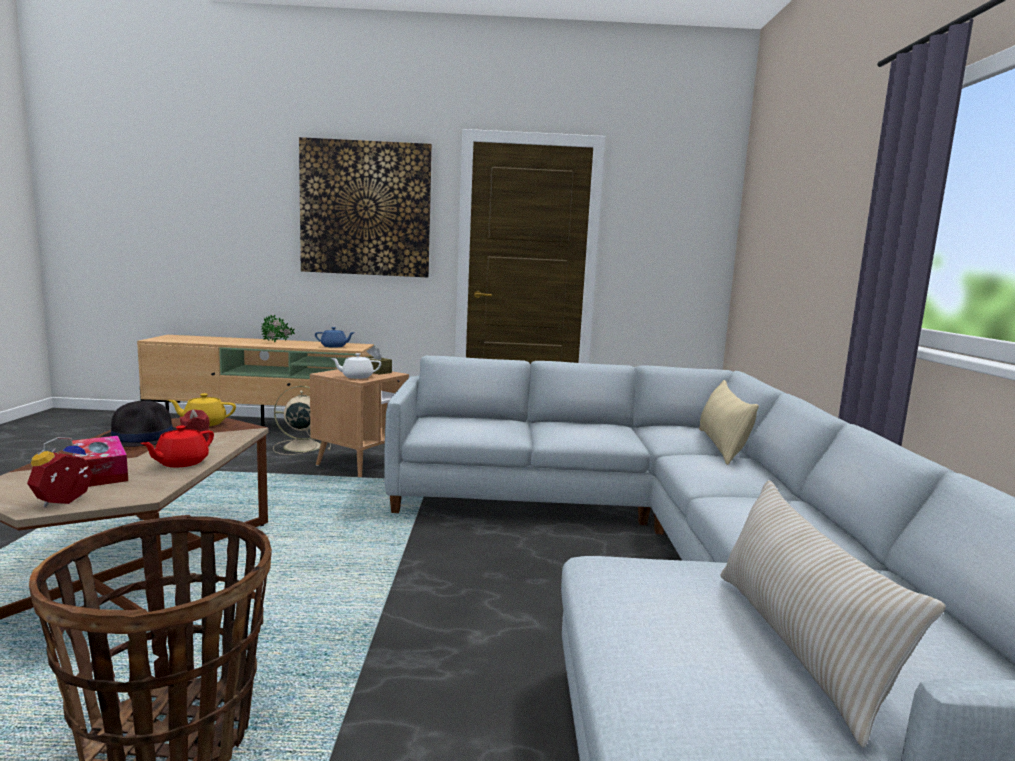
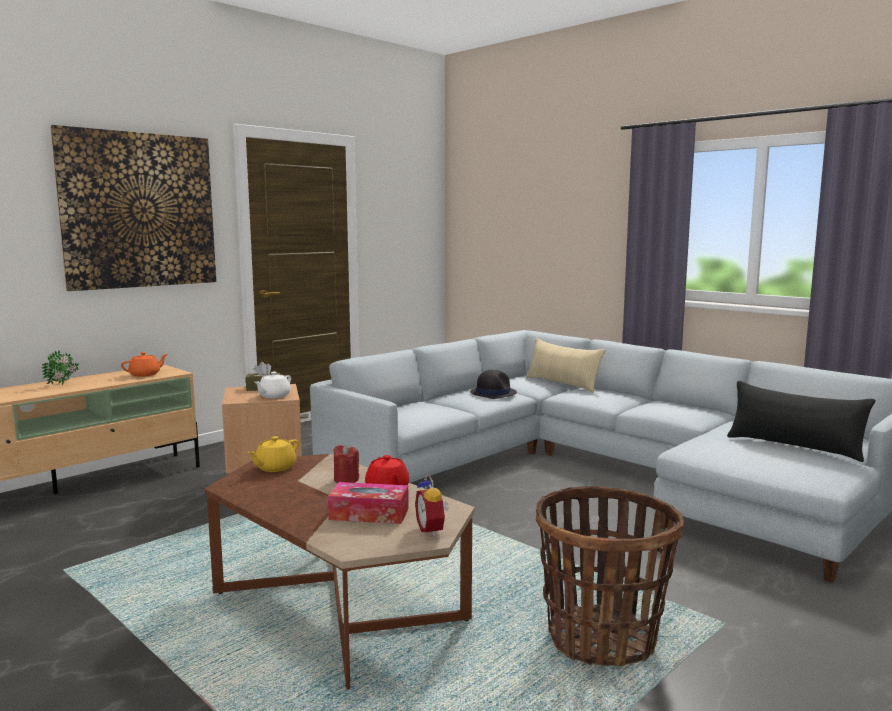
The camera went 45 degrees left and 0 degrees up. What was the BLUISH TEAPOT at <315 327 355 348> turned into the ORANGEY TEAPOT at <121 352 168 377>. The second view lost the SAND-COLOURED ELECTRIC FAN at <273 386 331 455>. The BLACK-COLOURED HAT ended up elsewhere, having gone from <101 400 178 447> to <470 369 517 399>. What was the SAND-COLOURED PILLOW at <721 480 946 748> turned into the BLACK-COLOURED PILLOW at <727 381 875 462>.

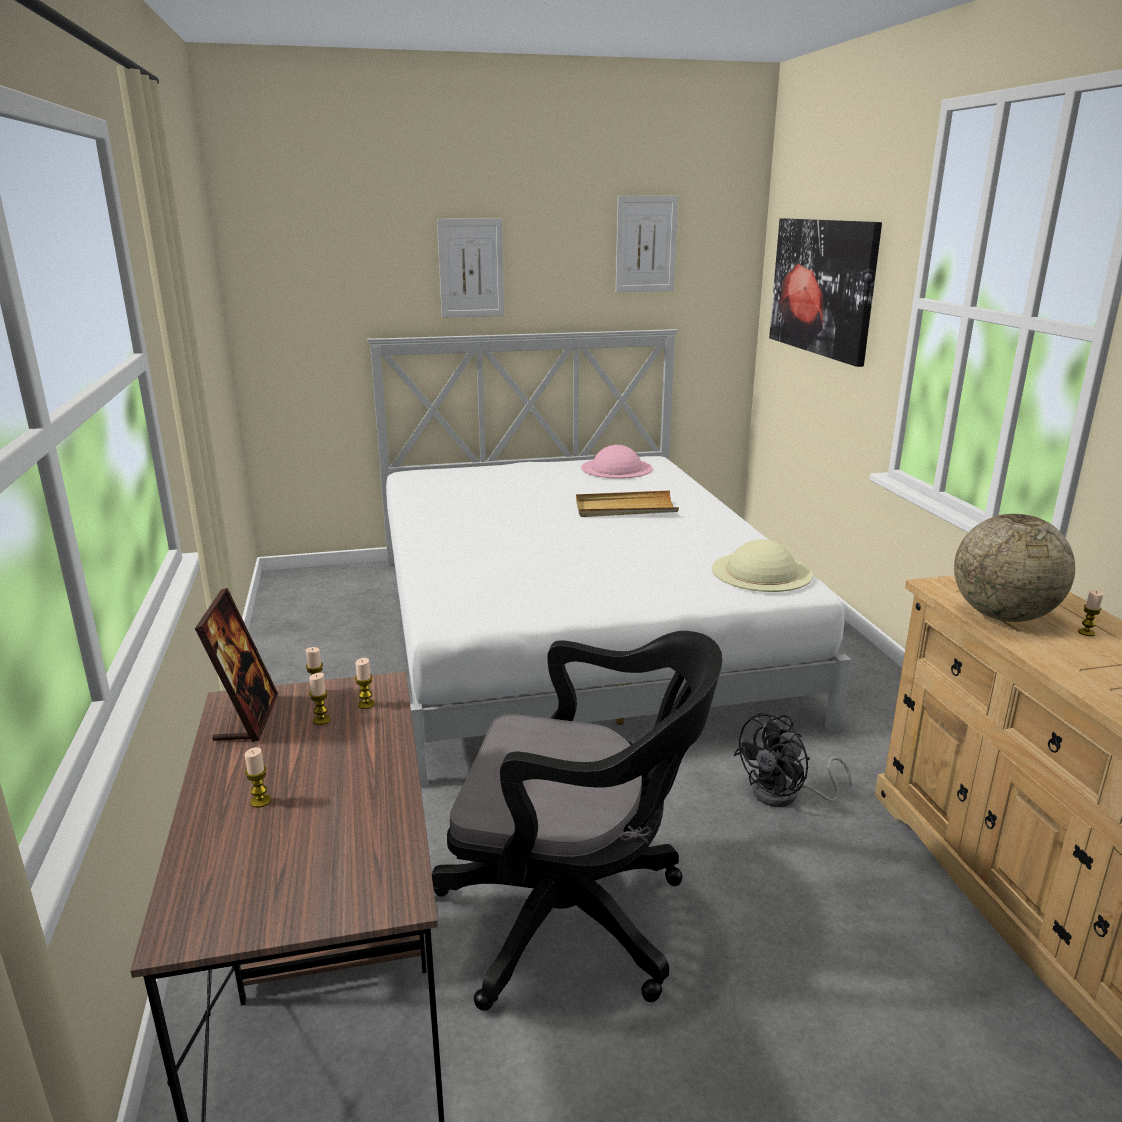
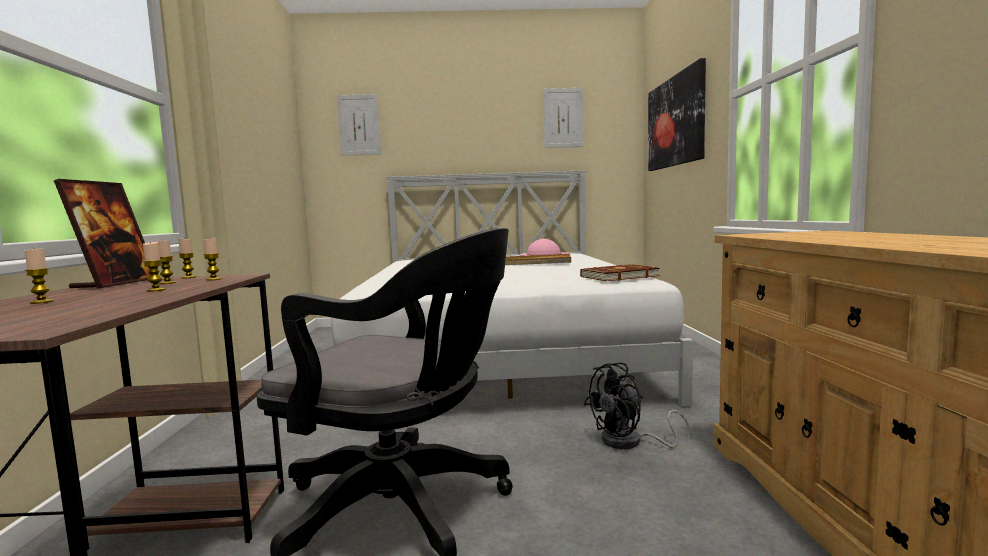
The camera went 10 degrees right and 15 degrees down. The PICTURE ended up elsewhere, having gone from <437 219 504 318> to <337 94 381 156>. The second view lost the GLOBE at <954 514 1075 622>. Where the SAND-COLOURED HAT stood at <712 539 813 592>, the BROWN-COLOURED VOLUME came to stand at <580 264 660 281>. The WAX LIGHT ended up elsewhere, having gone from <1078 589 1103 636> to <143 242 166 292>.

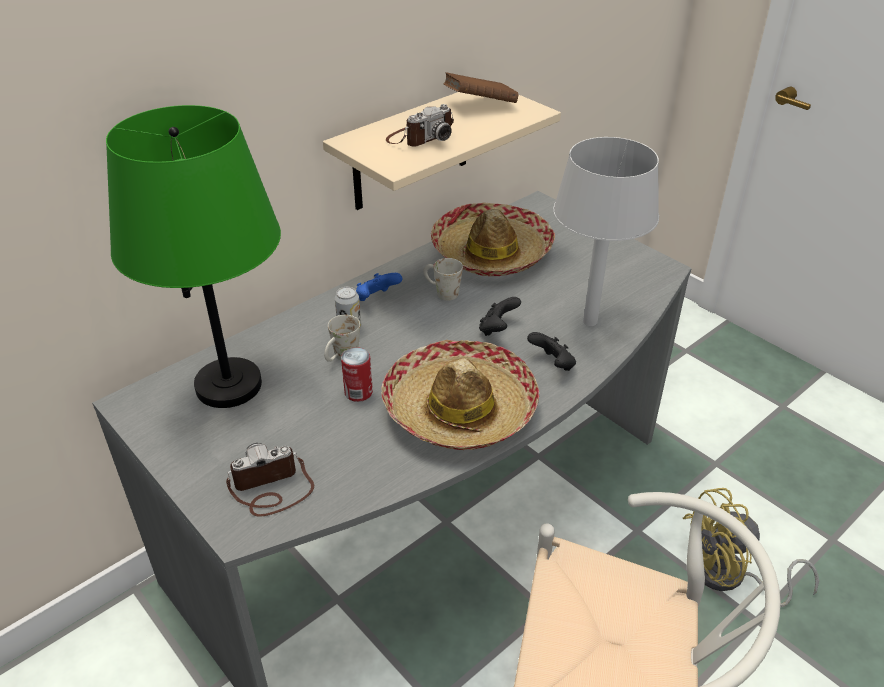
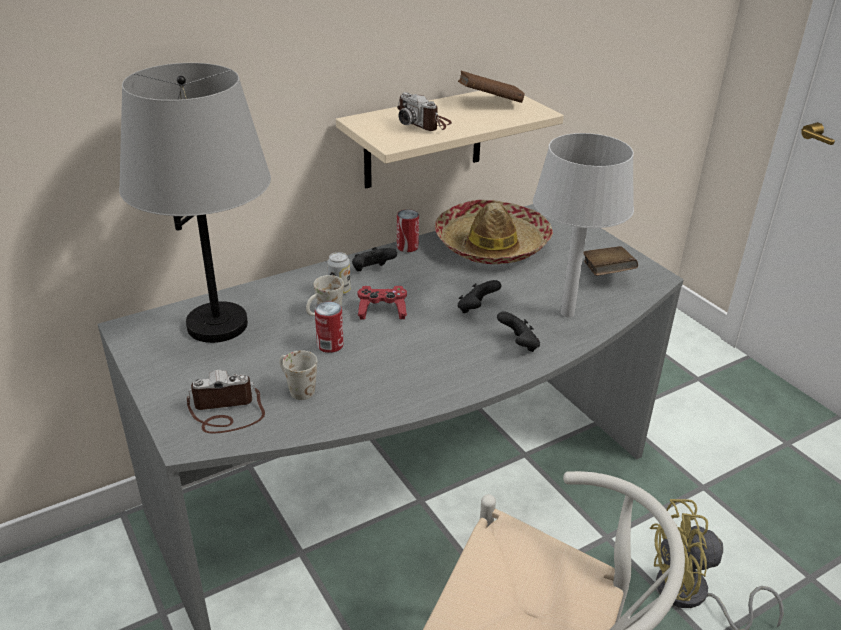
The camera went 10 degrees right and 5 degrees down. The PHOTO CAMERA at <386 104 454 147> ended up facing another way, 75 degrees clockwise from before. What was the GREEN-COLOURED LAMP FOR A TABLE at <106 105 281 408> turned into the GREYISH LAMP FOR A TABLE at <119 63 271 343>. The WHITISH TEA MUG ended up elsewhere, having gone from <423 258 463 301> to <279 350 317 400>. What was the BLUISH GAMEPAD at <356 273 402 301> turned into the BLACK-COLOURED GAMEPAD at <352 247 397 271>. The second view lost the HAT at <381 340 539 450>. The second view gained the CAN at <397 209 419 252>. The second view gained the BROWN-COLOURED VOLUME at <583 246 638 276>. The second view gained the REDDISH GAMEPAD at <358 286 407 319>.

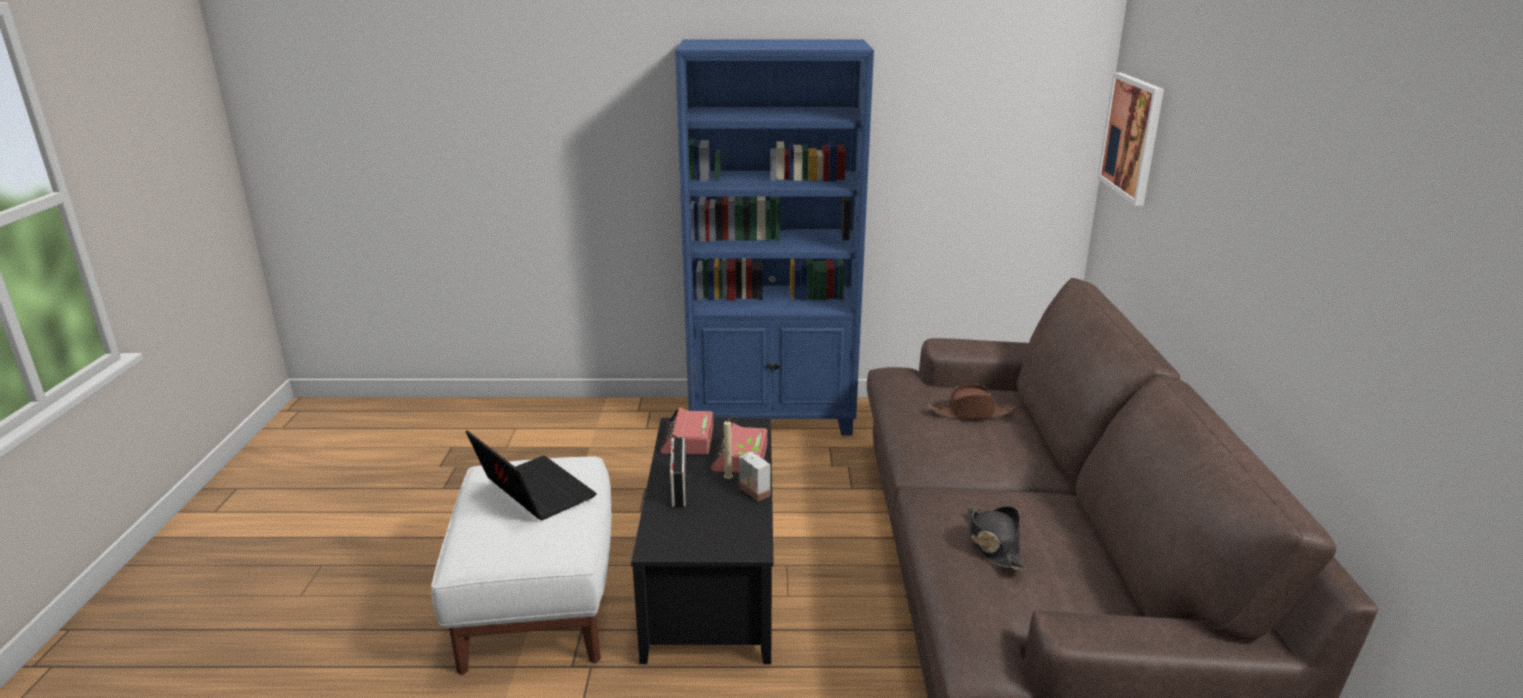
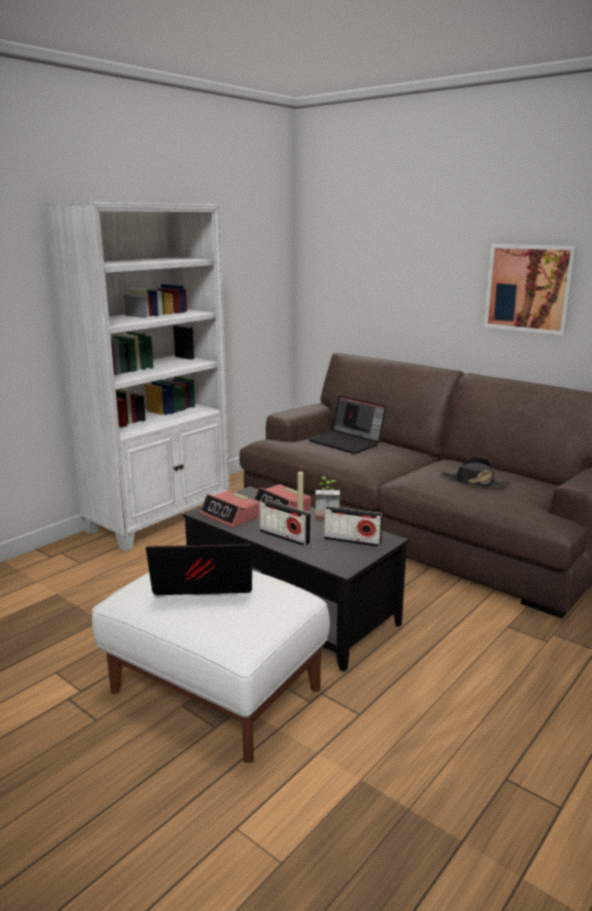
The camera went 50 degrees left and 5 degrees down. What was the BLUISH BOOKCASE at <675 40 874 436> turned into the WHITISH BOOKCASE at <44 202 230 551>. The PICTURE ended up elsewhere, having gone from <1097 73 1164 206> to <484 244 577 335>. Where the BROWN-COLOURED HAT stood at <928 384 1016 419>, the NOTEBOOK COMPUTER came to stand at <309 395 386 454>. The second view gained the RADIO SET at <324 506 383 547>.

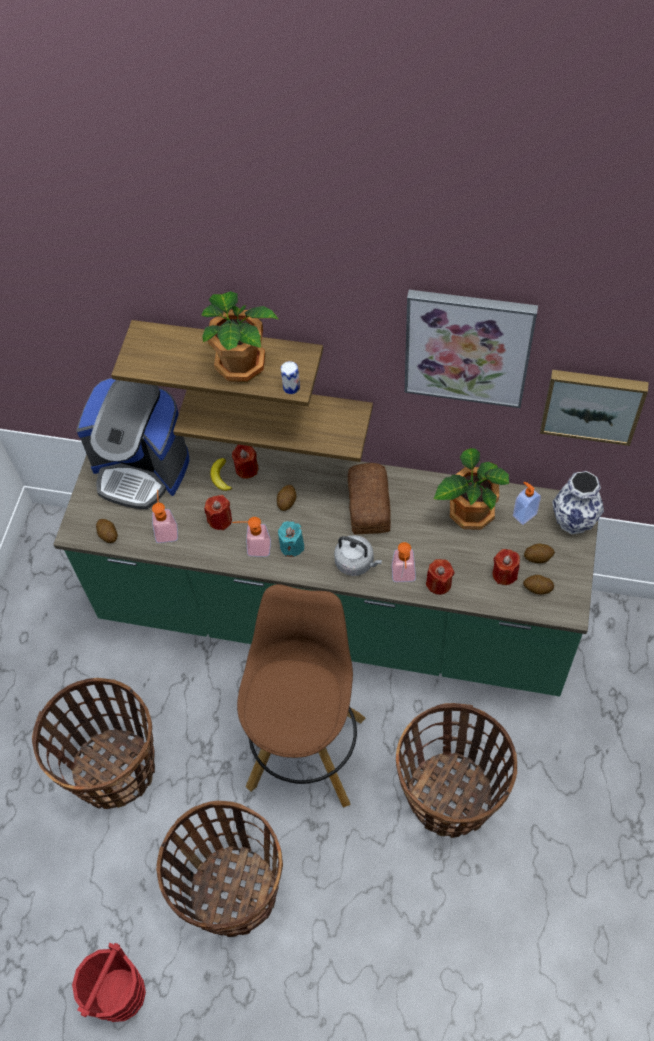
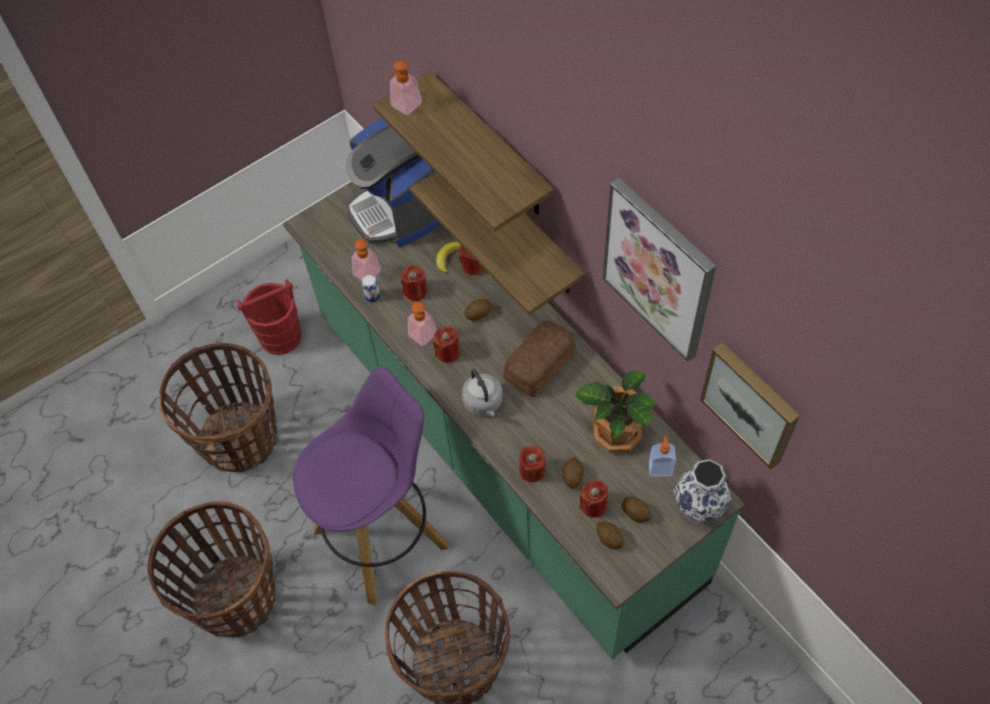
The camera went 40 degrees right and 0 degrees up. The second view lost the POTTED PLANT at <201 291 278 382>. The CAN ended up elsewhere, having gone from <281 361 300 394> to <361 275 380 303>. The SPUD ended up elsewhere, having gone from <96 519 118 543> to <562 458 584 489>. What was the TURQUOISE-COLOURED WAX LIGHT at <278 521 304 557> turned into the REDDISH WAX LIGHT at <433 326 460 363>. The LIQUID SOAP BOTTLE ended up elsewhere, having gone from <392 542 416 582> to <385 60 422 115>. What was the BROWN-COLOURED STOOL at <237 584 366 808> turned into the PURPLISH STOOL at <293 366 449 605>. The REDDISH WATER BUCKET ended up elsewhere, having gone from <72 942 146 1022> to <236 279 302 355>.

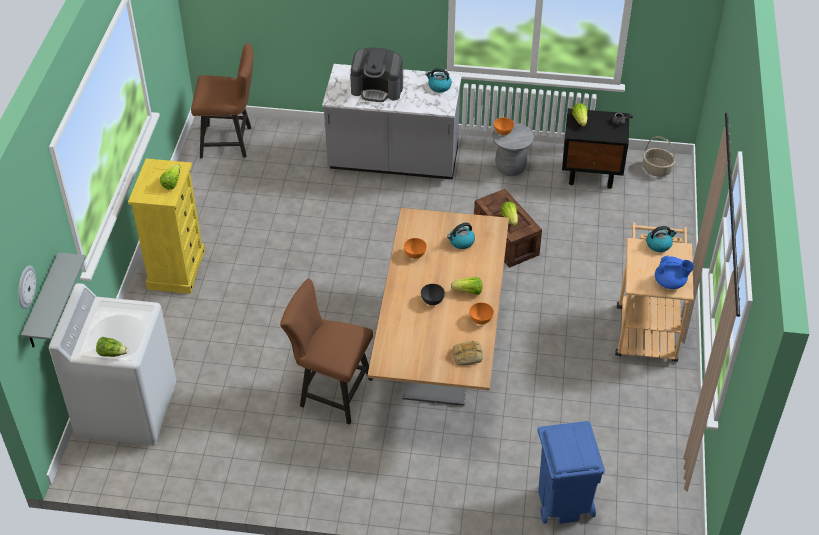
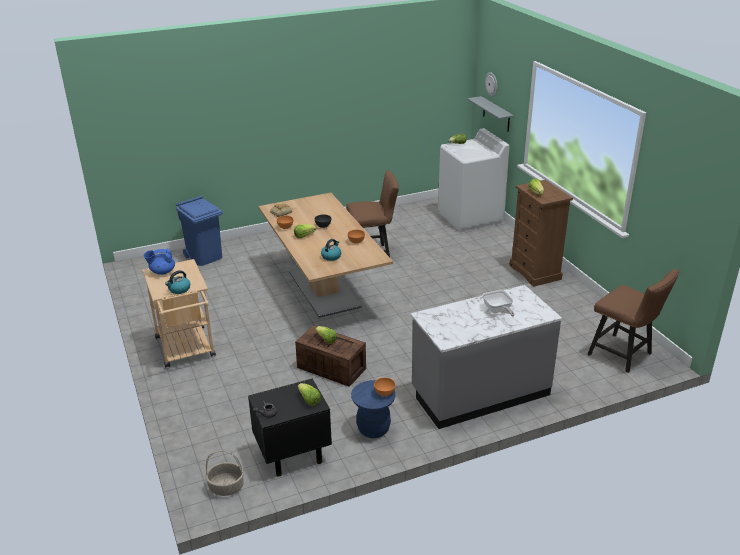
The camera went 150 degrees right and 15 degrees down. The BROWN-COLOURED PLAIN CHAIR at <191 43 253 158> ended up facing another way, 105 degrees counterclockwise from before. Where the COFFEE MACHINE stood at <350 47 403 102>, the FRYING PAN came to stand at <482 290 515 316>. The second view lost the TEA KETTLE at <425 68 452 93>. What was the GREYISH STOOL at <492 123 534 176> turned into the BLUISH STOOL at <351 380 396 438>. What was the YELLOW DRESSER at <128 158 205 294> turned into the BROWN-COLOURED DRESSER at <509 180 573 287>.

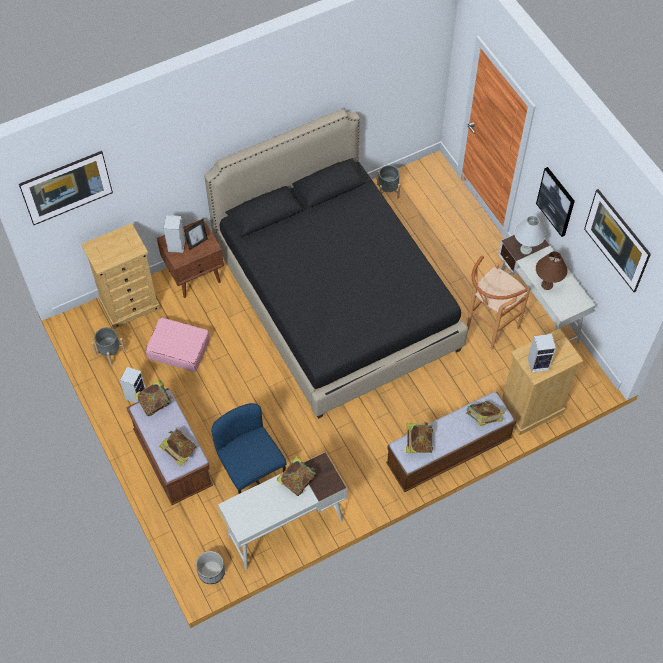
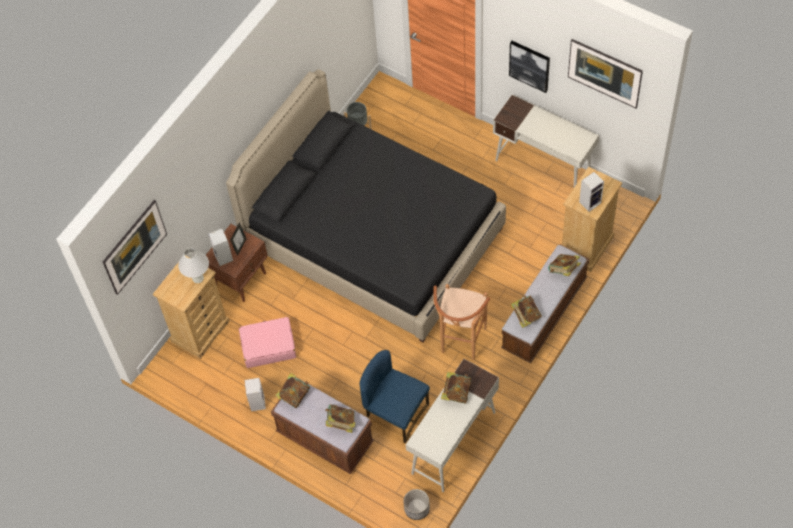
The camera went 25 degrees left and 0 degrees up. The WHITISH LAMP FOR A TABLE ended up elsewhere, having gone from <514 216 546 255> to <178 248 209 283>. The second view lost the BROWN-COLOURED LAMP FOR A TABLE at <536 251 568 290>. The BROWN-COLOURED STOOL ended up elsewhere, having gone from <467 255 530 349> to <433 284 490 360>. The second view lost the GREYISH FLOWER POT at <91 327 126 366>.

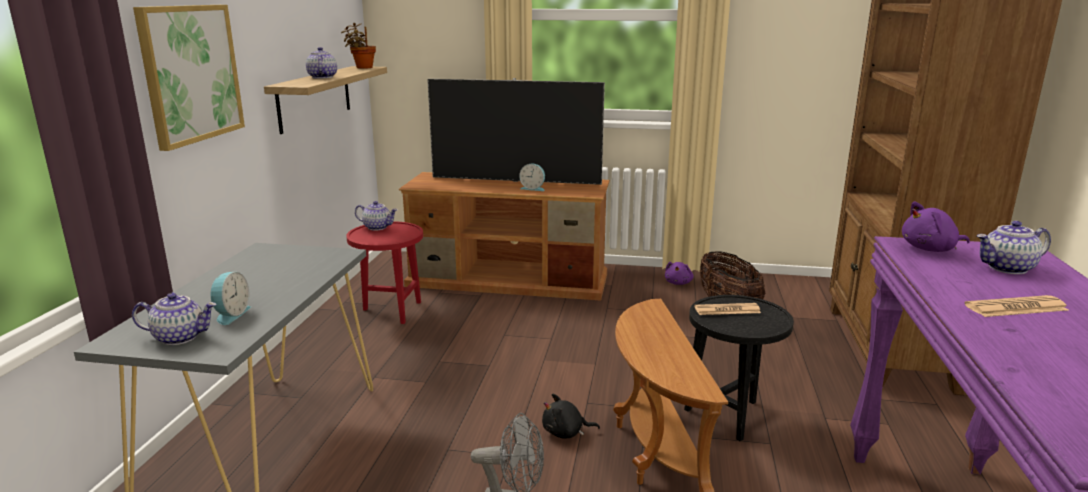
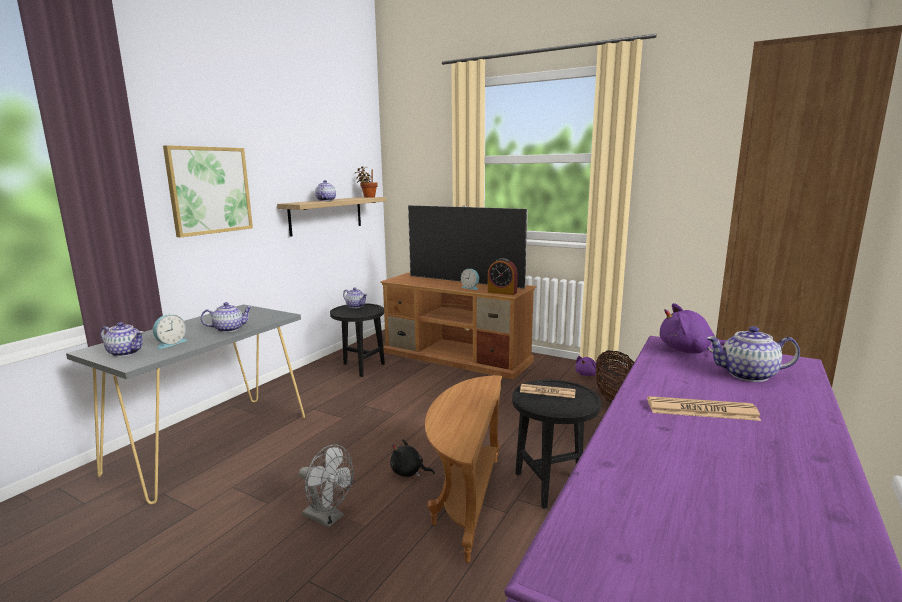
The camera went 20 degrees right and 5 degrees down. What was the REDDISH ACCENT TABLE at <346 221 423 324> turned into the BLACK-COLOURED ACCENT TABLE at <330 303 385 377>. The second view gained the BEDSIDE CLOCK at <488 258 518 295>. The second view gained the TEAPOT at <201 302 252 332>.

